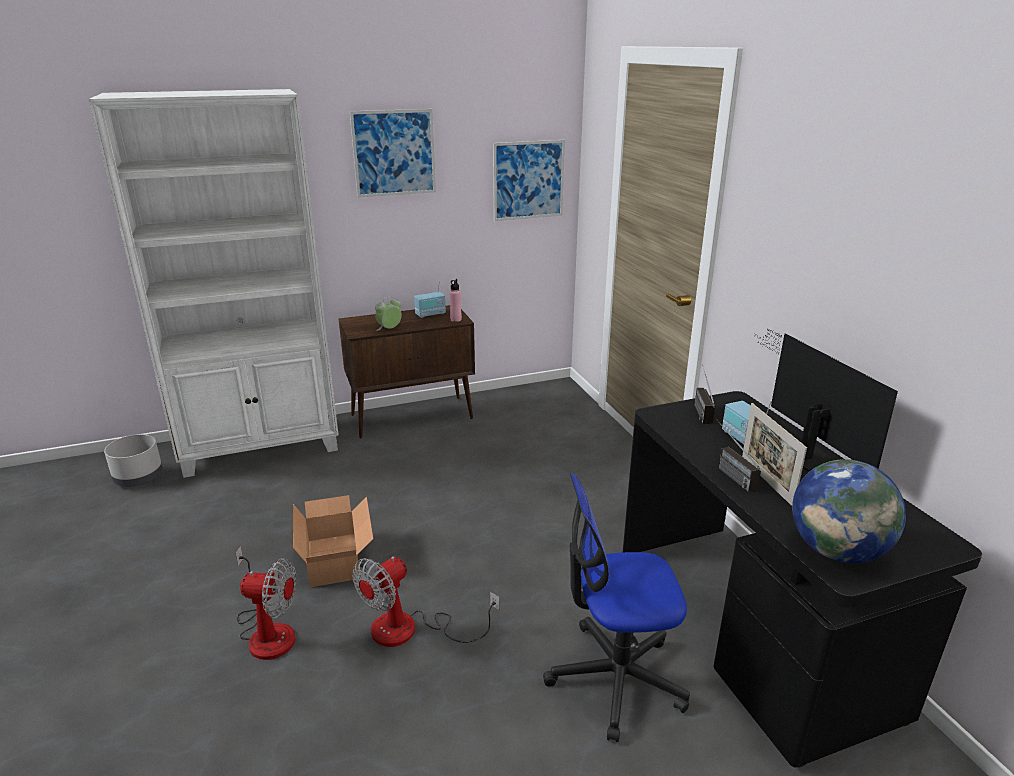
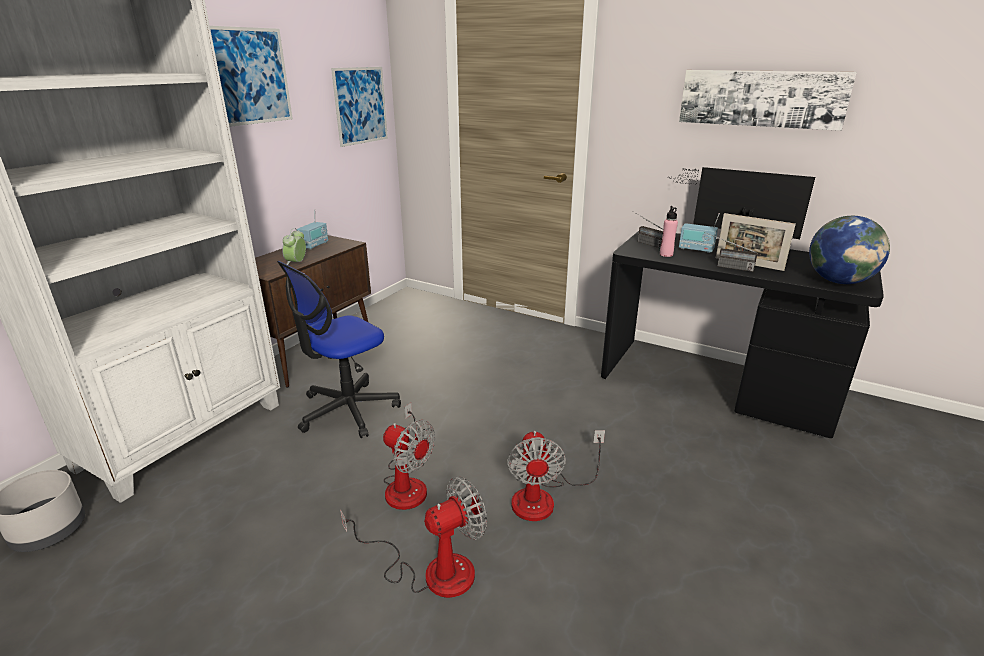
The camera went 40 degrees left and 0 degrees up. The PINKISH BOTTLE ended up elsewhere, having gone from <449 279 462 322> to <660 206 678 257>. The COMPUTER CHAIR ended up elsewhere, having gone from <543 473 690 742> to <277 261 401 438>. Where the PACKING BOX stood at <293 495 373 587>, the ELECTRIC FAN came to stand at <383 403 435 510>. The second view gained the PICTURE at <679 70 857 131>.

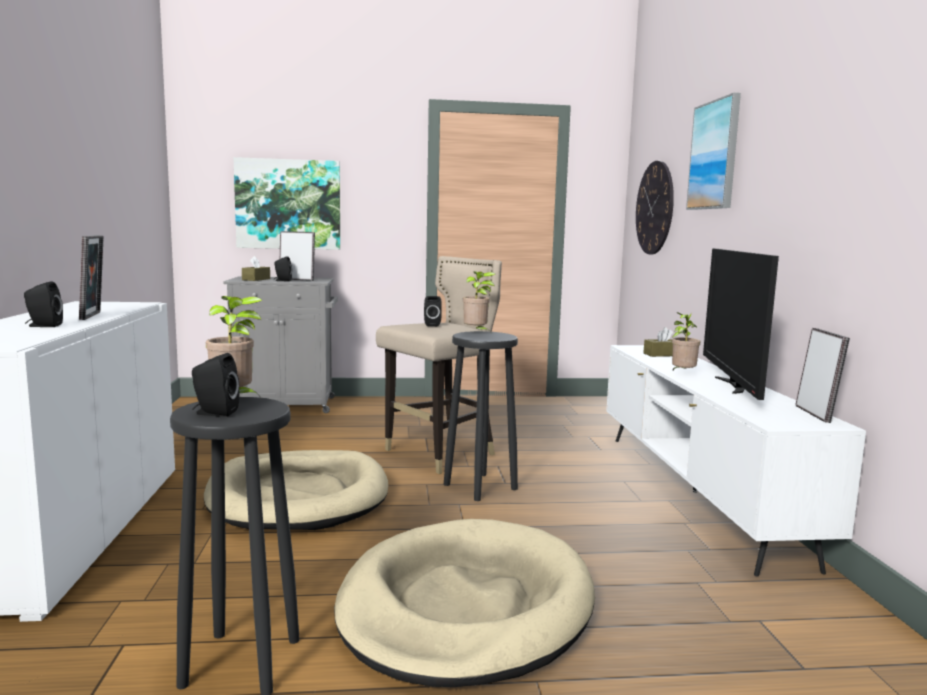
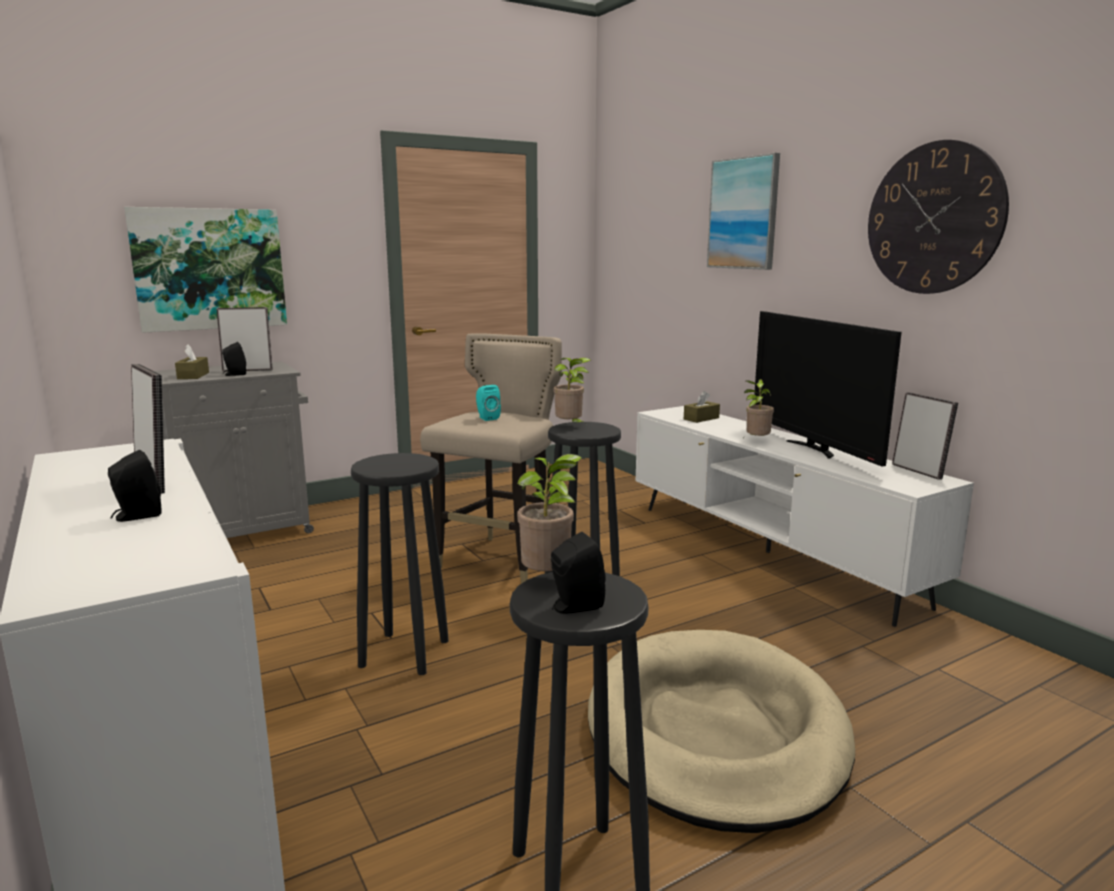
The camera went 25 degrees left and 5 degrees up. The HANGING CLOCK ended up elsewhere, having gone from <636 161 674 254> to <868 140 1009 294>. What was the BLACK-COLOURED LOUDSPEAKER at <424 296 442 326> turned into the TURQUOISE-COLOURED LOUDSPEAKER at <476 385 501 421>. Where the SAND-COLOURED DOG BED stood at <204 450 388 530>, the BLACK-COLOURED STOOL came to stand at <351 453 449 675>.

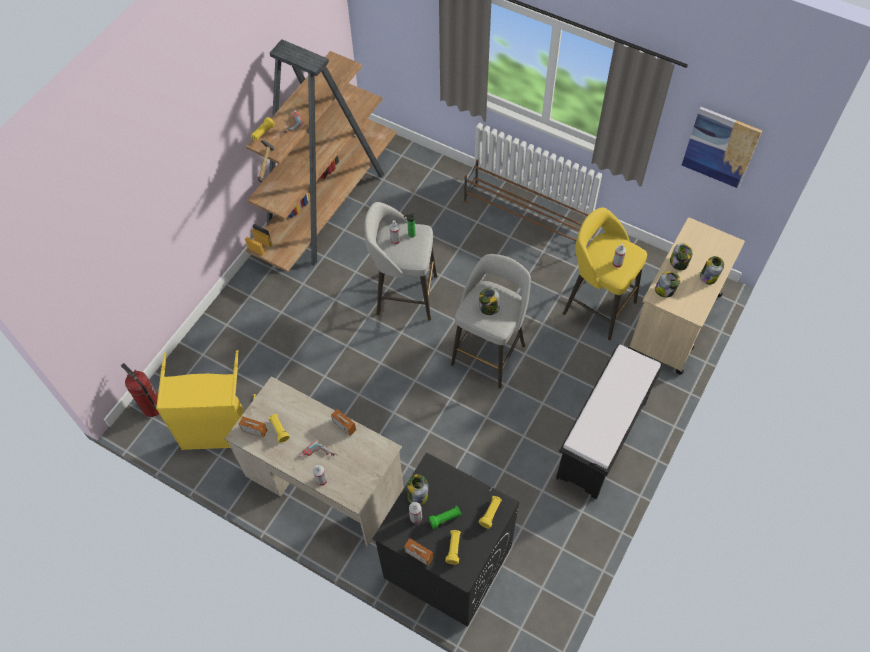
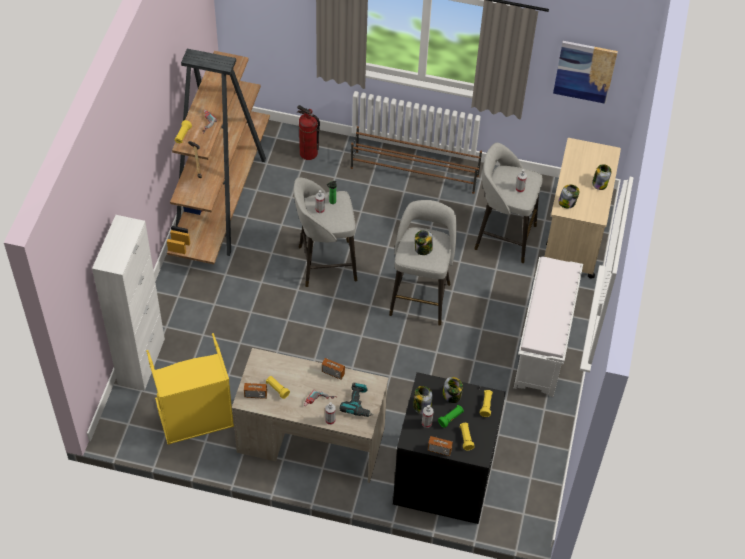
The camera went 20 degrees left and 5 degrees down. What was the YELLOW STOOL at <563 207 647 340> turned into the GREYISH STOOL at <474 143 543 263>. The PRESERVE JAR ended up elsewhere, having gone from <670 243 693 270> to <443 377 463 403>. What was the BLACK-COLOURED INDOOR BENCH at <556 344 665 499> turned into the WHITISH INDOOR BENCH at <514 256 583 397>. The EXTINGUISHER ended up elsewhere, having gone from <121 363 160 417> to <297 105 320 160>. The second view gained the WHITISH CUPBOARD at <92 215 165 391>. The second view gained the DRILL at <339 383 373 417>.

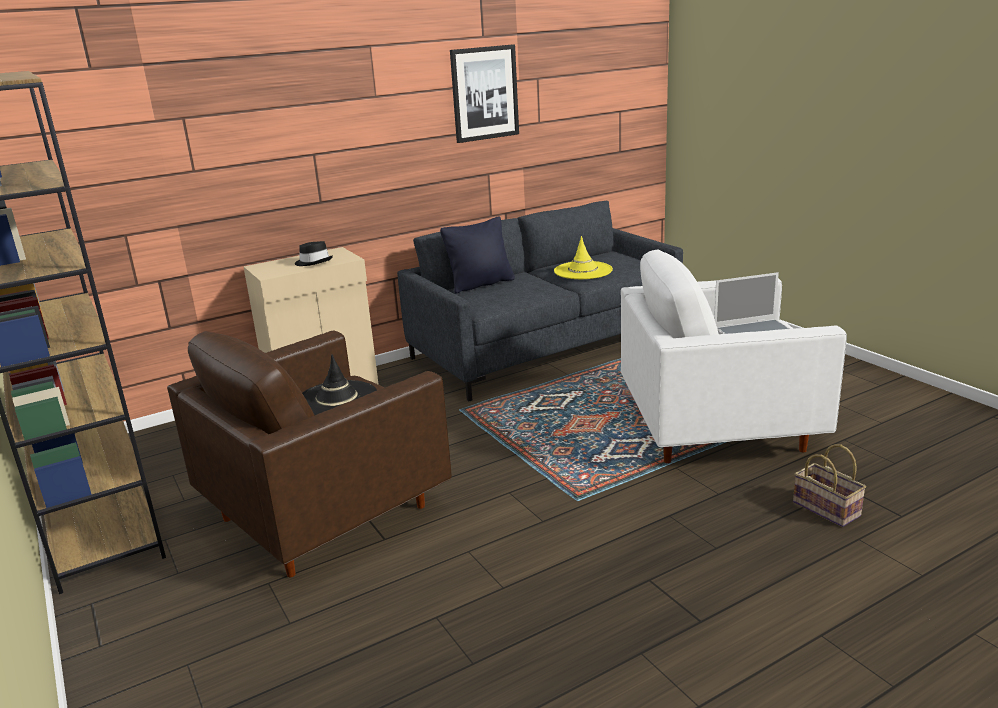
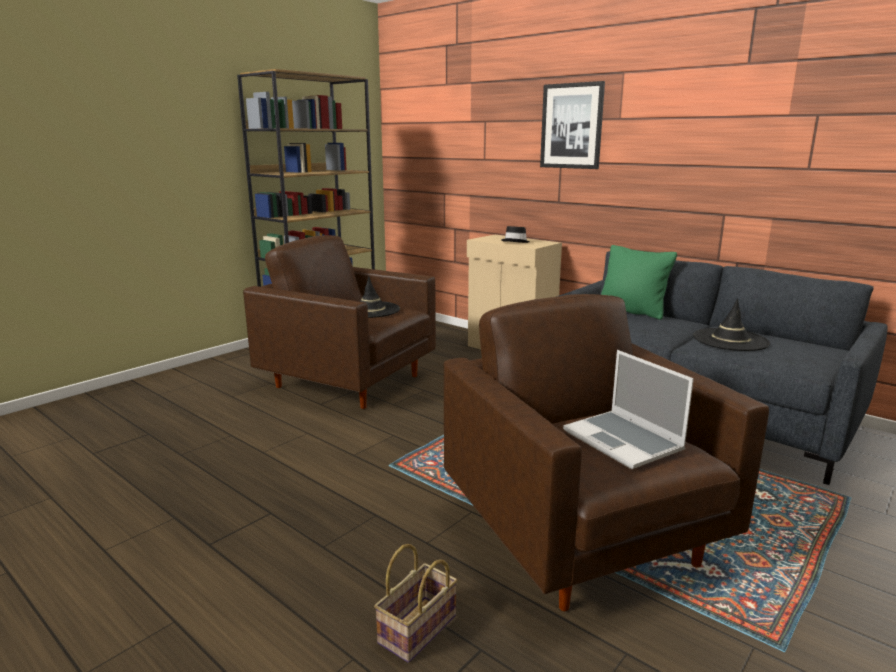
The camera went 70 degrees right and 5 degrees down. The PICTURE ended up elsewhere, having gone from <450 44 519 143> to <540 81 605 169>. What was the BLACK-COLOURED PILLOW at <440 216 515 294> turned into the GREEN-COLOURED PILLOW at <601 245 677 320>. What was the YELLOW HAT at <554 236 613 279> turned into the BLACK-COLOURED HAT at <693 298 770 351>. What was the WHITISH ARMCHAIR at <621 250 847 463> turned into the BROWN-COLOURED ARMCHAIR at <444 294 769 611>.

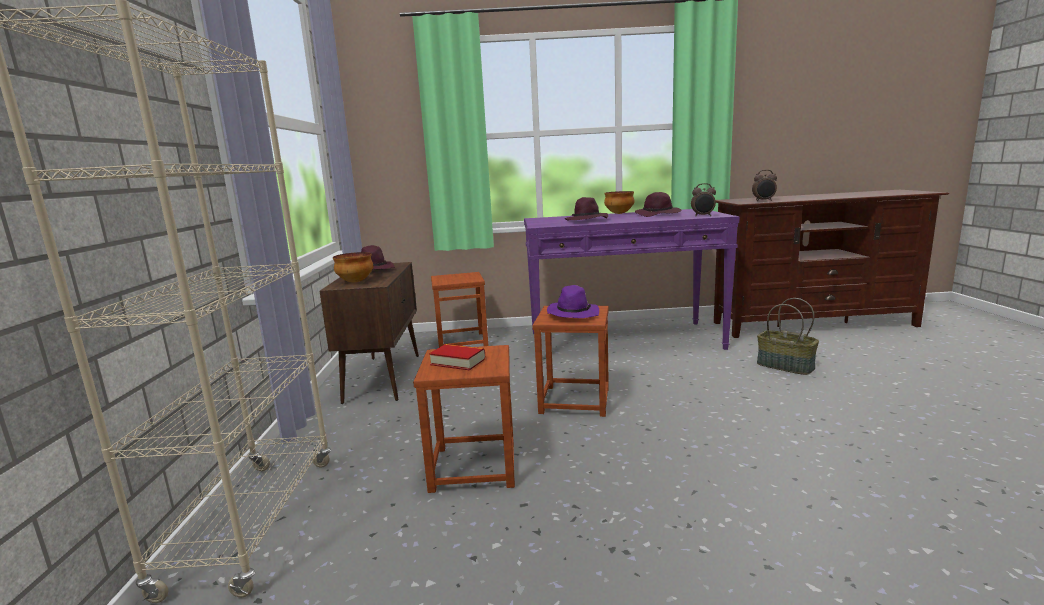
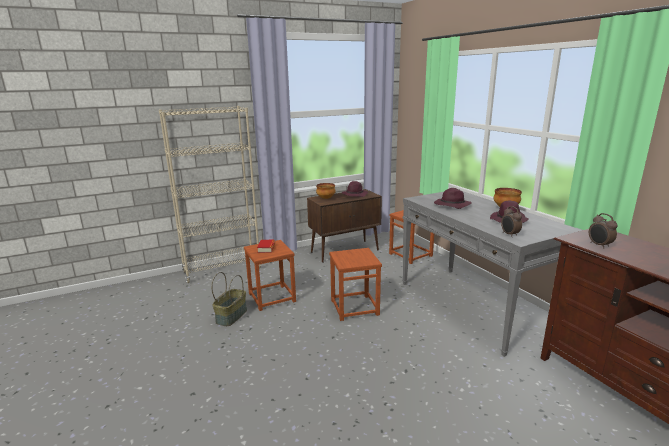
The camera went 65 degrees right and 5 degrees up. What was the PURPLISH HALL TABLE at <524 209 739 350> turned into the GREYISH HALL TABLE at <402 191 582 357>. The second view lost the PURPLISH HAT at <547 285 599 318>. The BASKET ended up elsewhere, having gone from <757 298 819 375> to <211 272 247 326>.

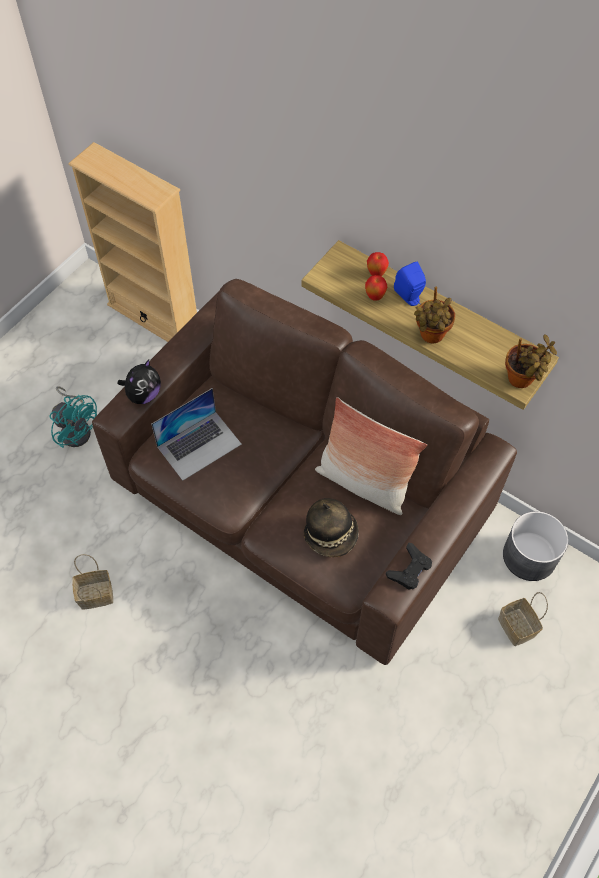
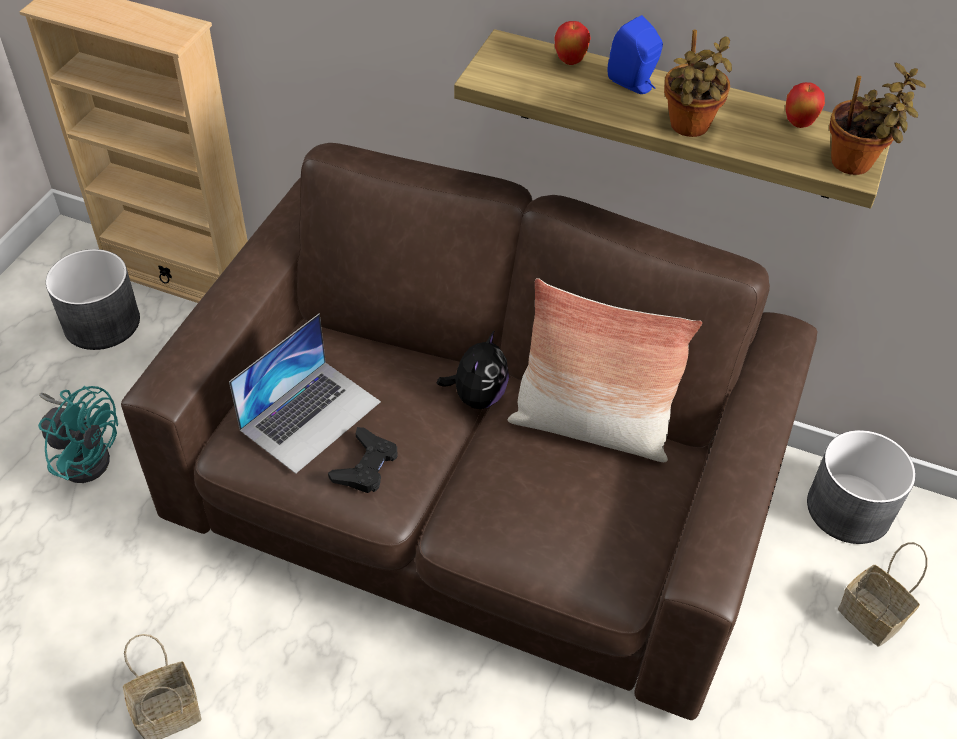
The camera went 15 degrees left and 10 degrees down. The APPLE ended up elsewhere, having gone from <365 275 388 301> to <785 82 825 128>. The PLUSH TOY ended up elsewhere, having gone from <117 359 161 404> to <437 330 509 409>. The second view lost the HAT at <304 498 359 557>. The BLACK-COLOURED GAMEPAD ended up elsewhere, having gone from <386 542 432 590> to <328 427 398 493>. The second view gained the GREYISH FLOWER POT at <46 249 140 350>.

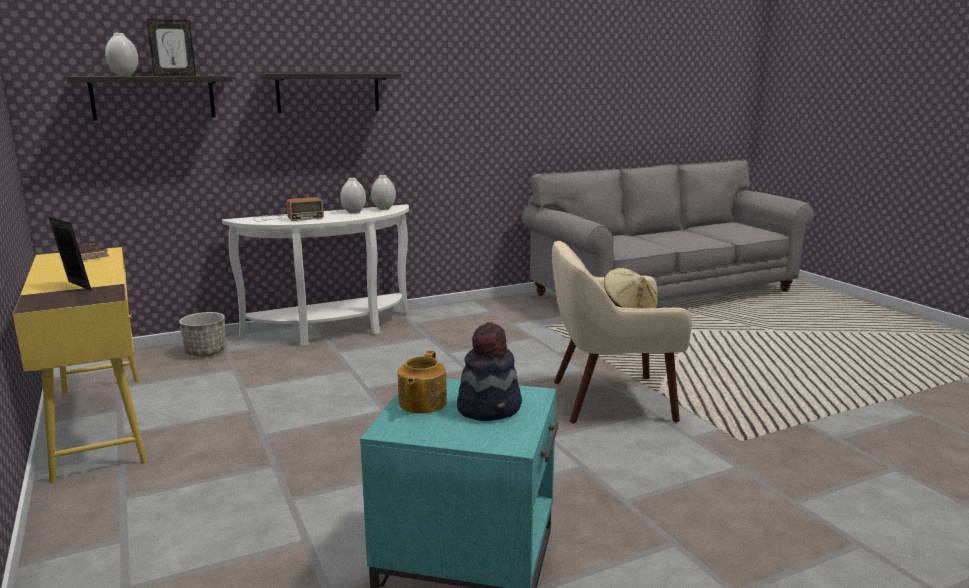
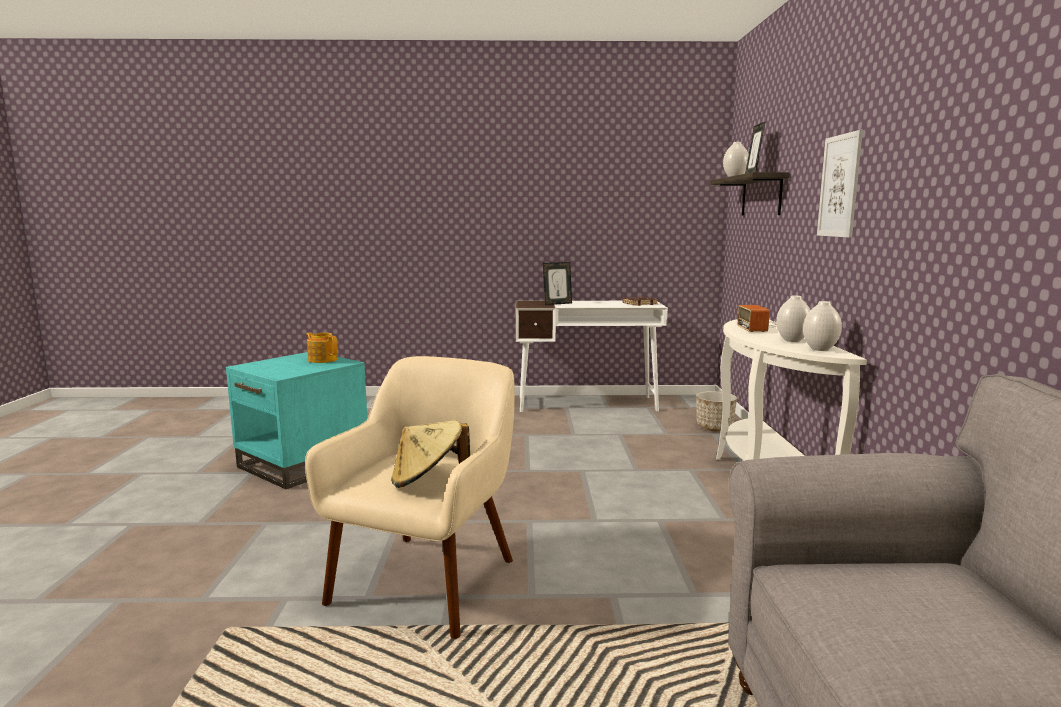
The camera went 115 degrees right and 5 degrees down. Where the WALL SHELF hung at <260 73 401 113>, the PICTURE came to hang at <817 130 863 238>. What was the YELLOW DESK TABLE at <13 247 148 483> turned into the WHITISH DESK TABLE at <516 301 668 412>. The second view lost the HAT at <457 322 522 421>.

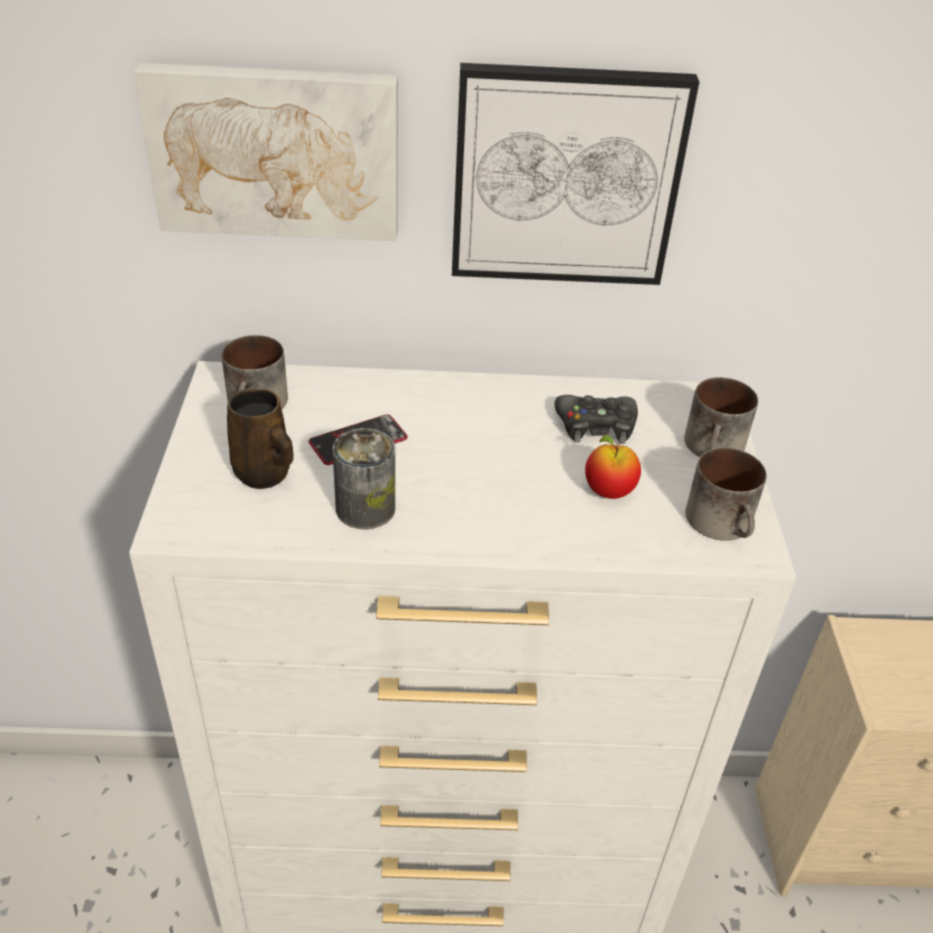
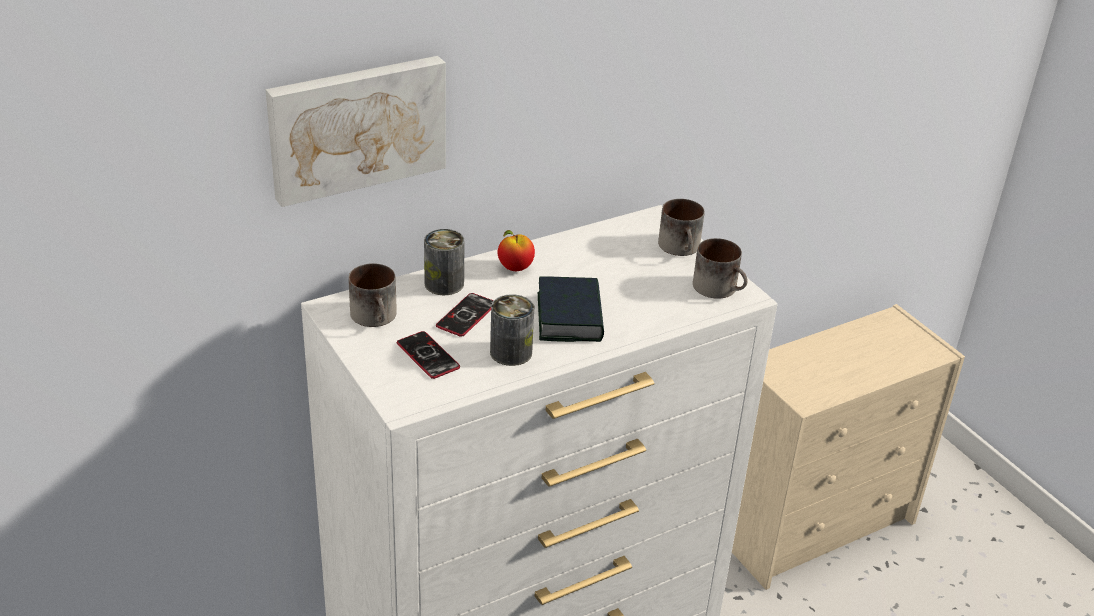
The camera went 30 degrees left and 5 degrees down. The second view lost the PICTURE at <452 63 699 285>. Where the BROWN-COLOURED TEA MUG stood at <227 389 294 489>, the PHONE came to stand at <397 331 460 379>. The second view lost the BLACK-COLOURED GAMEPAD at <555 395 638 444>. The APPLE ended up elsewhere, having gone from <585 435 641 499> to <498 230 535 271>. The second view gained the CAN at <424 229 465 295>. The second view gained the VOLUME at <538 277 604 342>.

